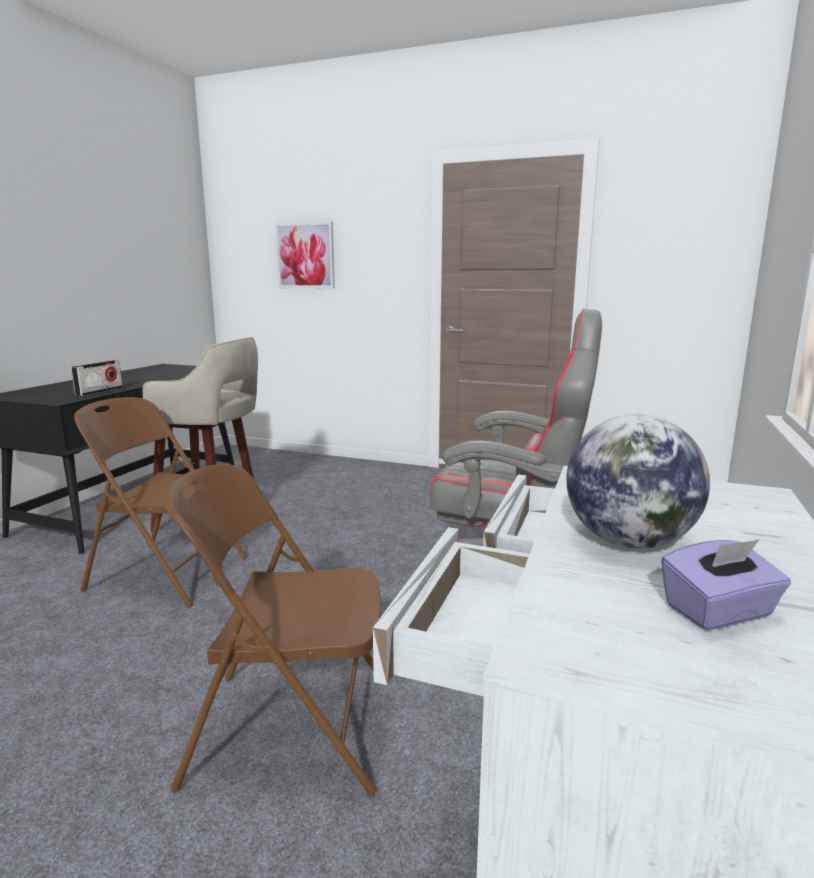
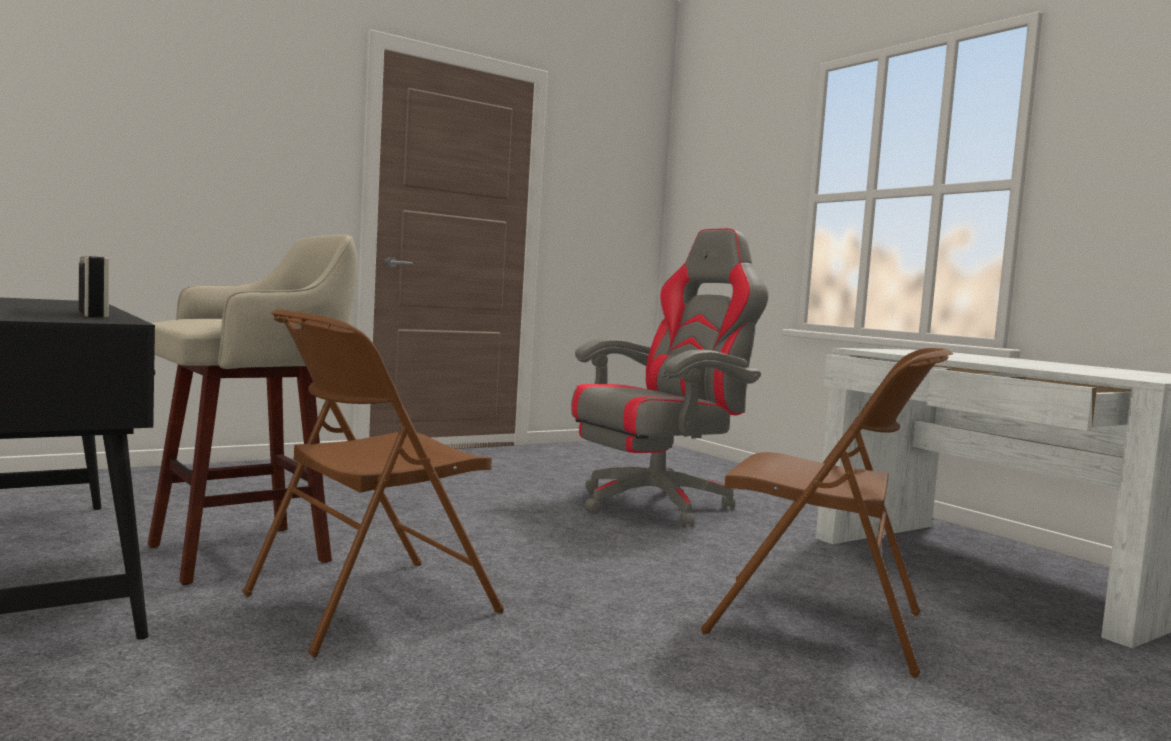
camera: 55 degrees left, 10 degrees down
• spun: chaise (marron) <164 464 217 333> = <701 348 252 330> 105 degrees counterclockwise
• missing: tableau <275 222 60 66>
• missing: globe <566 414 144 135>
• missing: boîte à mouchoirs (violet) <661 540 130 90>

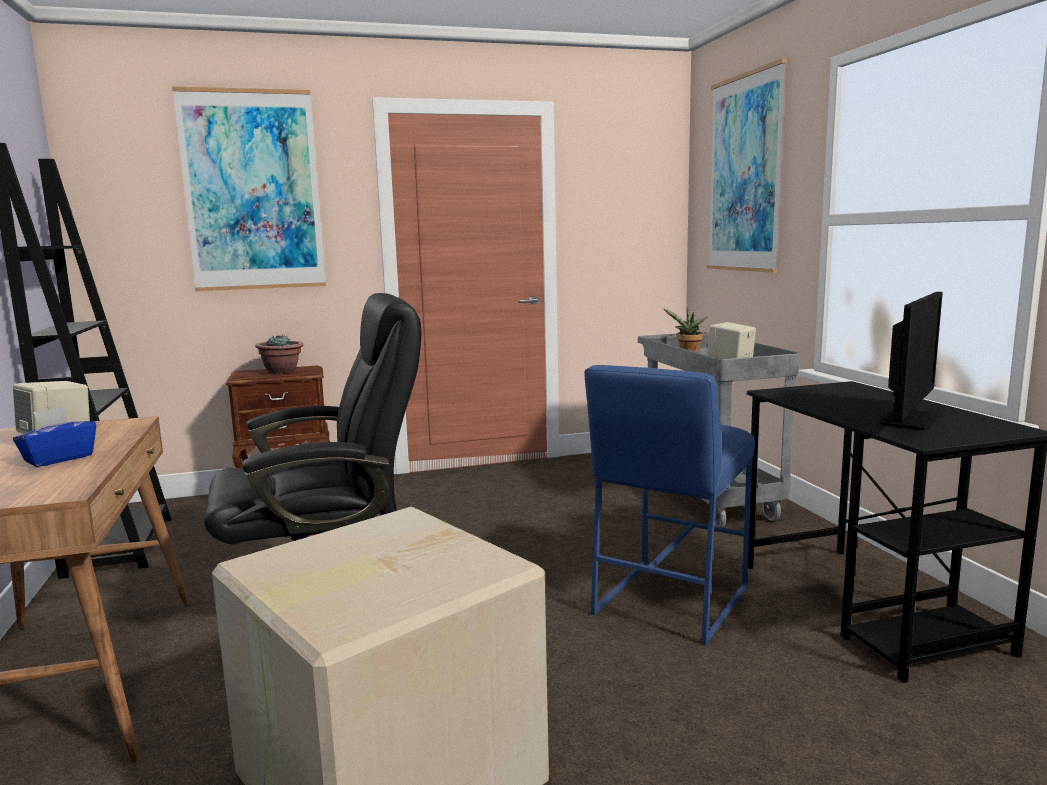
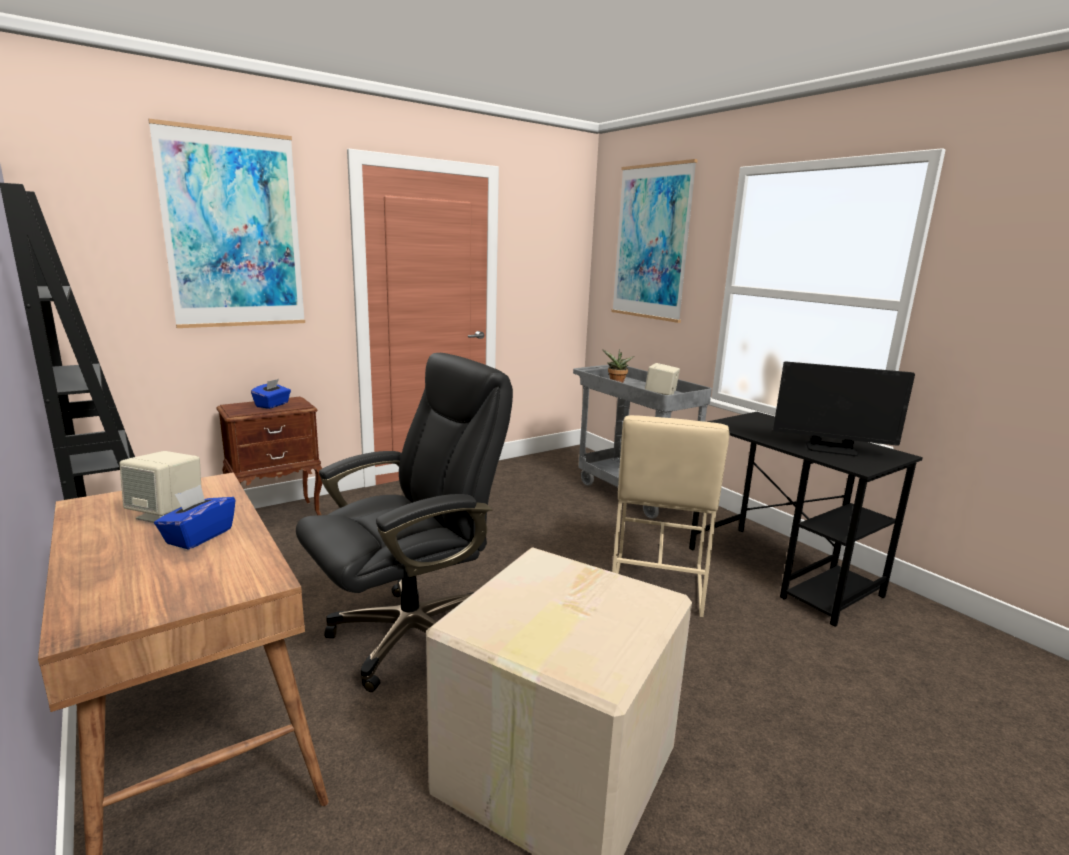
camera: 20 degrees left, 5 degrees up
• exchanged: plante en pot <255 335 49 39> to boîte à mouchoirs (bleu) <251 379 40 30>
• colour: tabouret (bleu) <584 365 171 281> to tabouret (beige) <612 415 117 202>
• spun: écran d'ordinateur <880 292 63 138> = <773 361 142 95> 90 degrees clockwise

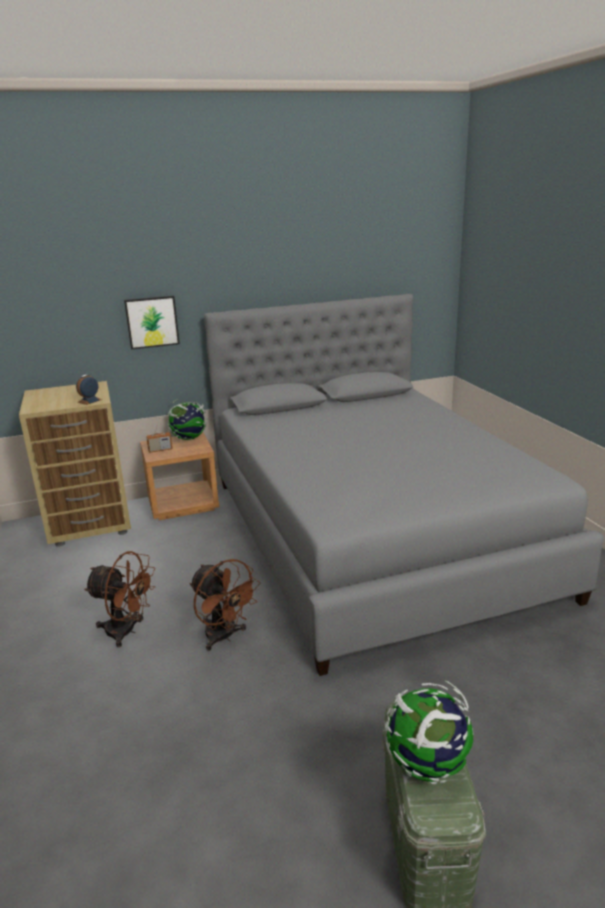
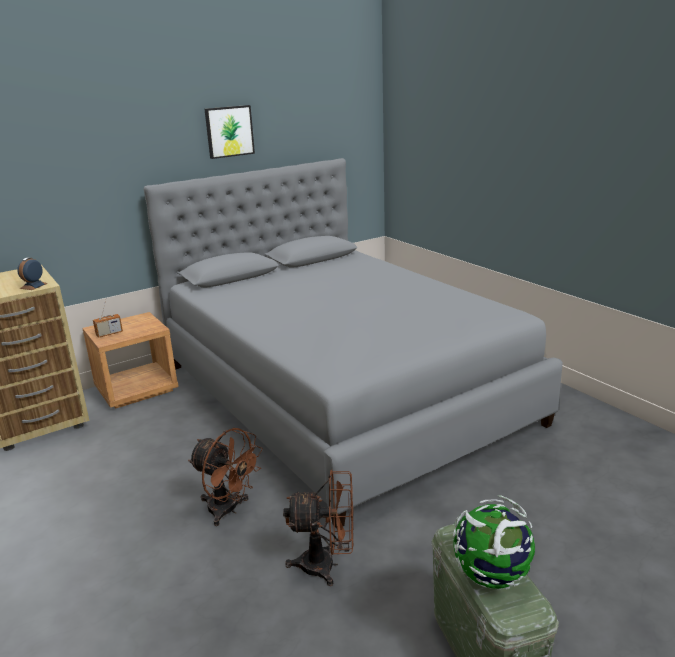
camera: 15 degrees left, 0 degrees up
• relocated: tableau <124 296 56 53> to <205 105 50 54>
• relocated: ventilateur (marron) <84 551 71 96> to <283 470 70 116>
• missing: globe <168 399 40 41>

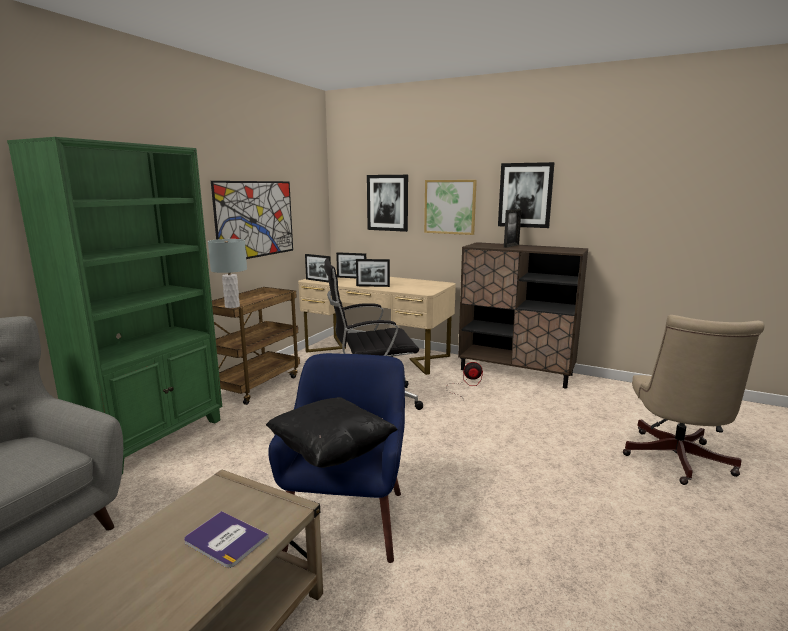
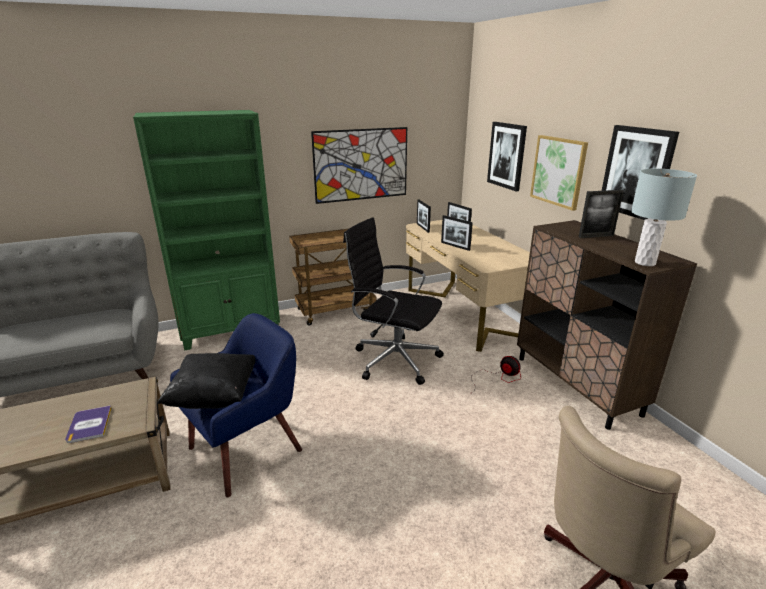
camera: 40 degrees right, 10 degrees up
• relocated: lampe de table (gris) <208 239 39 69> to <631 169 66 97>

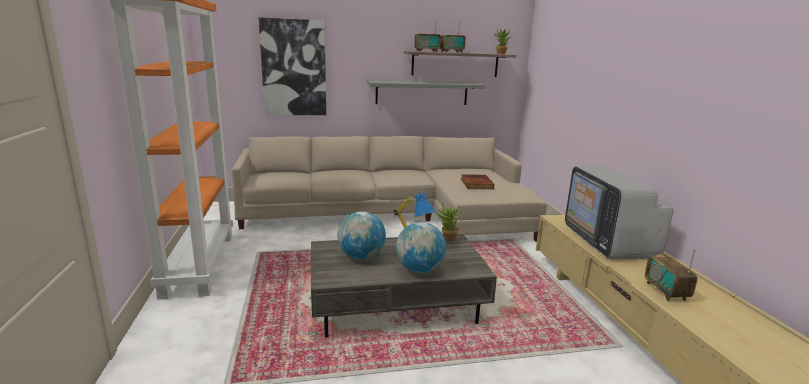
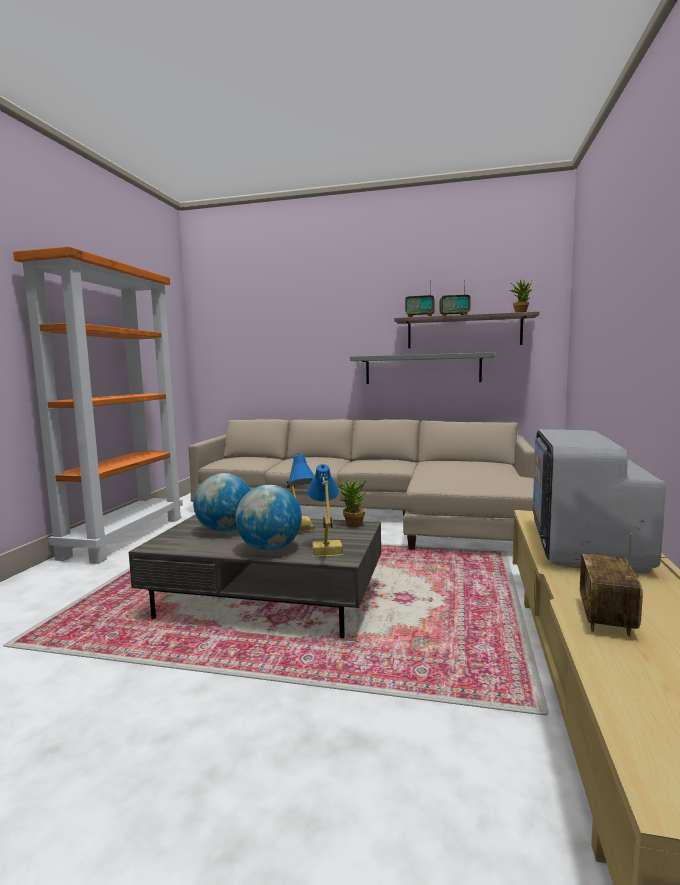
camera: 25 degrees right, 10 degrees down
• appeared: lampe de table <307 464 36 93>
• missing: tableau <259 17 67 98>
• missing: livre <461 174 33 15>

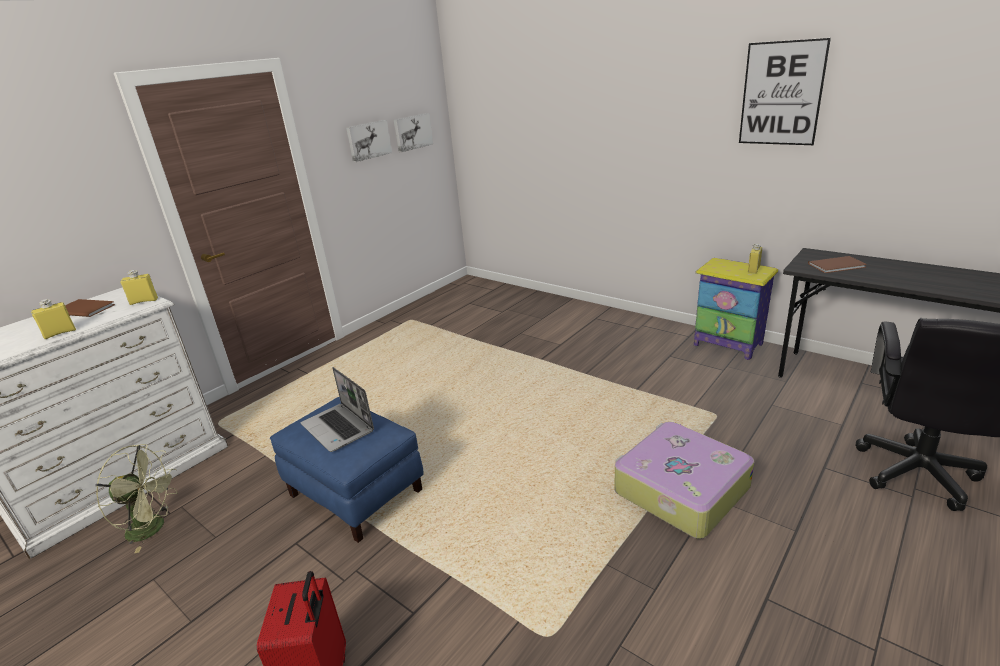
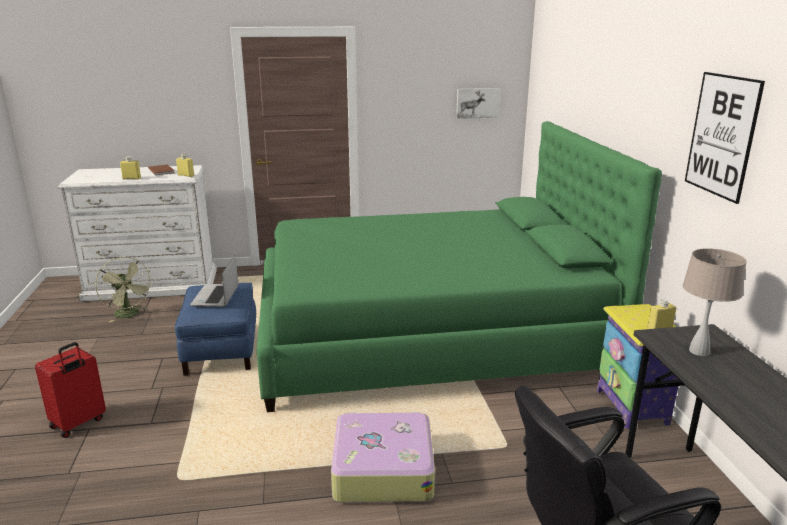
camera: 40 degrees right, 5 degrees down
• appeared: lit (vert) <257 121 405 291>
• exchanged: livre (marron) <808 256 59 17> to lampe de table (beige) <682 248 65 108>
• missing: tableau <346 120 46 42>

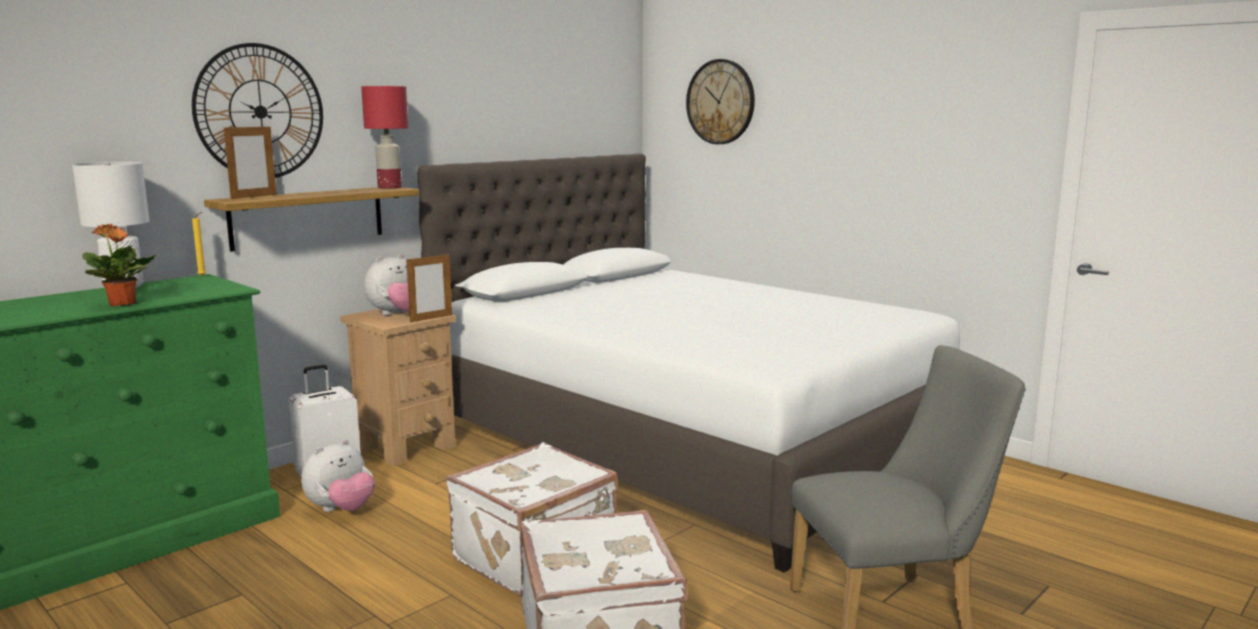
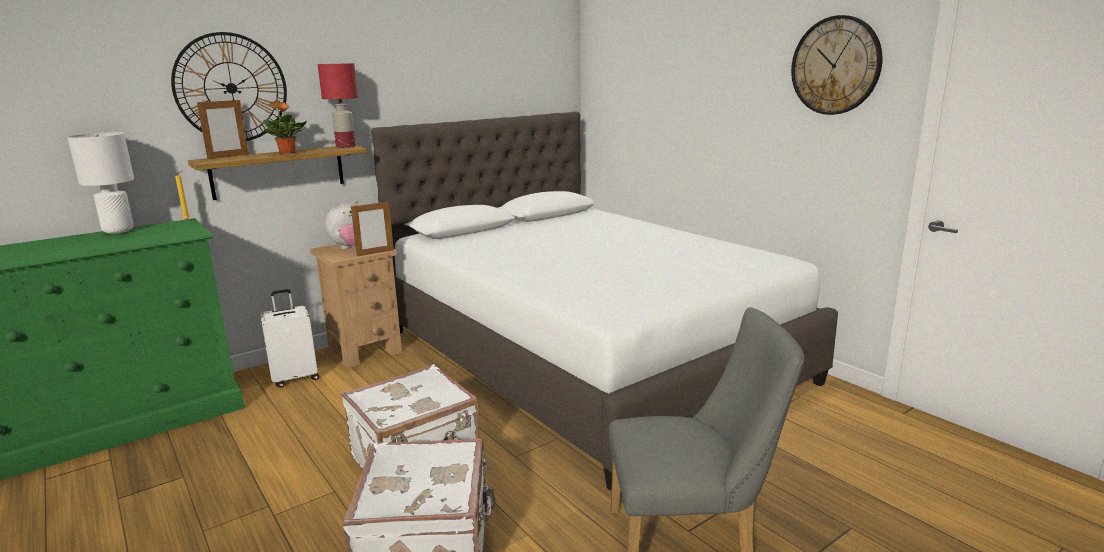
camera: 10 degrees right, 5 degrees up
• relocated: plante en pot <82 224 74 82> to <263 100 44 54>
• relocated: horloge murale <686 59 69 85> to <791 15 91 100>
• missing: peluche <301 439 74 73>

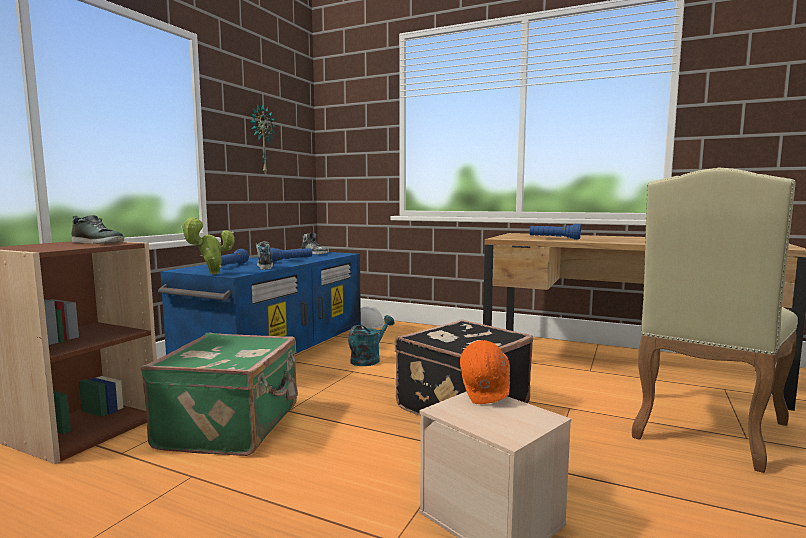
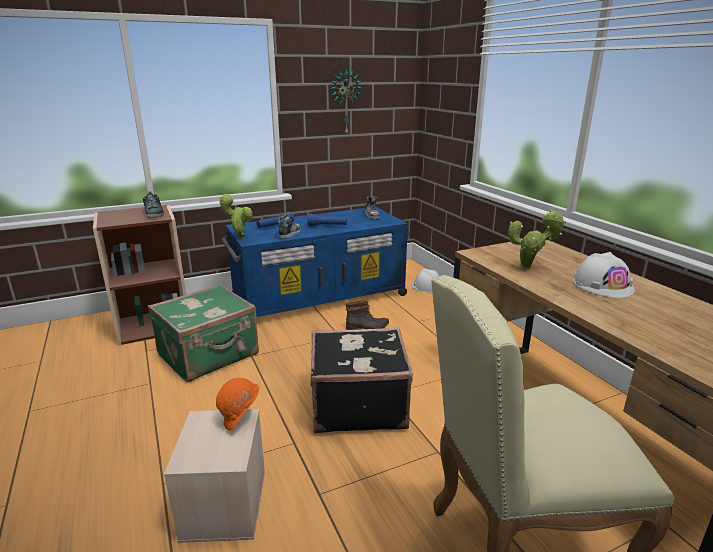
camera: 40 degrees right, 15 degrees up
• exchanged: arrosoir (turquoise) <348 315 47 51> to botte <346 301 43 29>
• exchanged: lampe de poche (bleu) <530 224 51 16> to plante en pot <508 210 58 60>
• appeared: casque de chantier (blanc) <573 252 62 46>

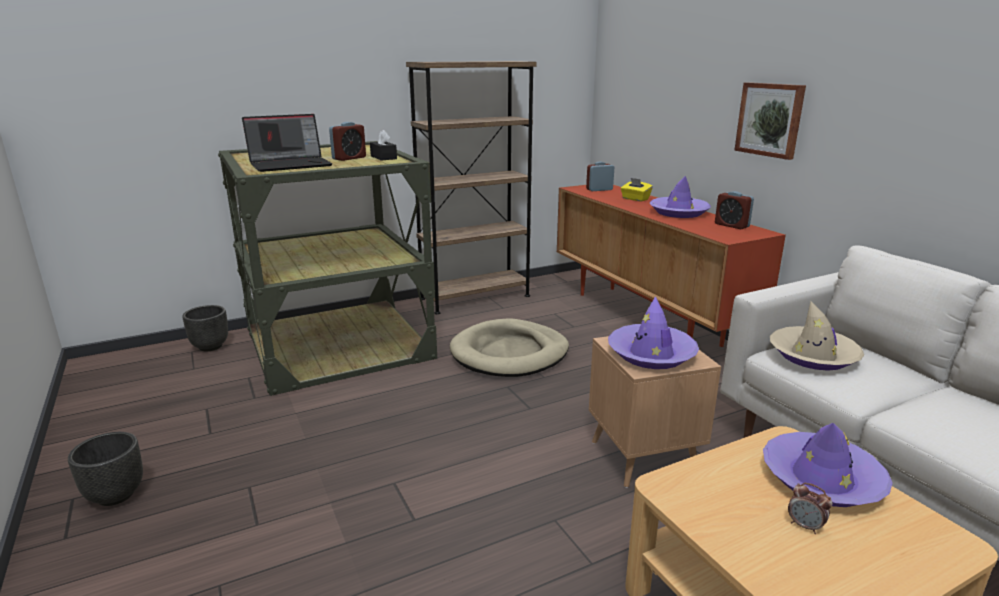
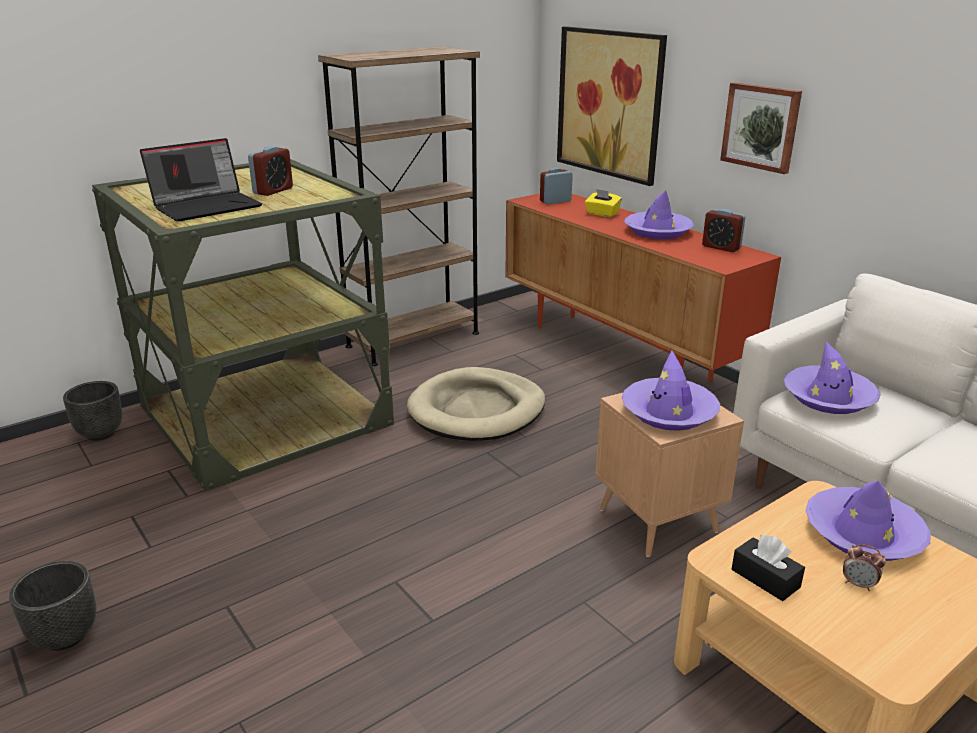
camera: 10 degrees left, 5 degrees up
• appeared: tableau <557 26 110 160>
• relocated: boîte à mouchoirs (noir) <370 130 27 31> to <732 535 73 66>
• colour: chapeau (beige) <770 301 94 70> to chapeau (violet) <783 341 98 73>

